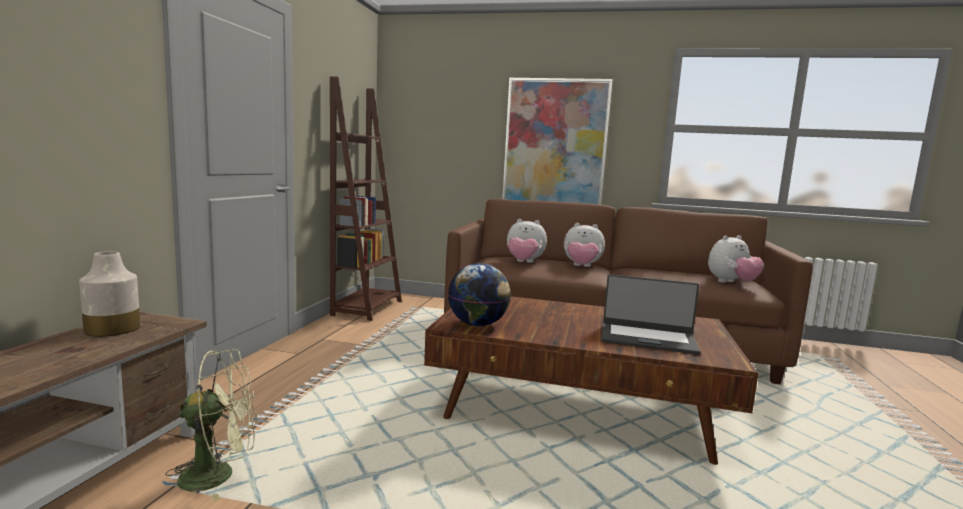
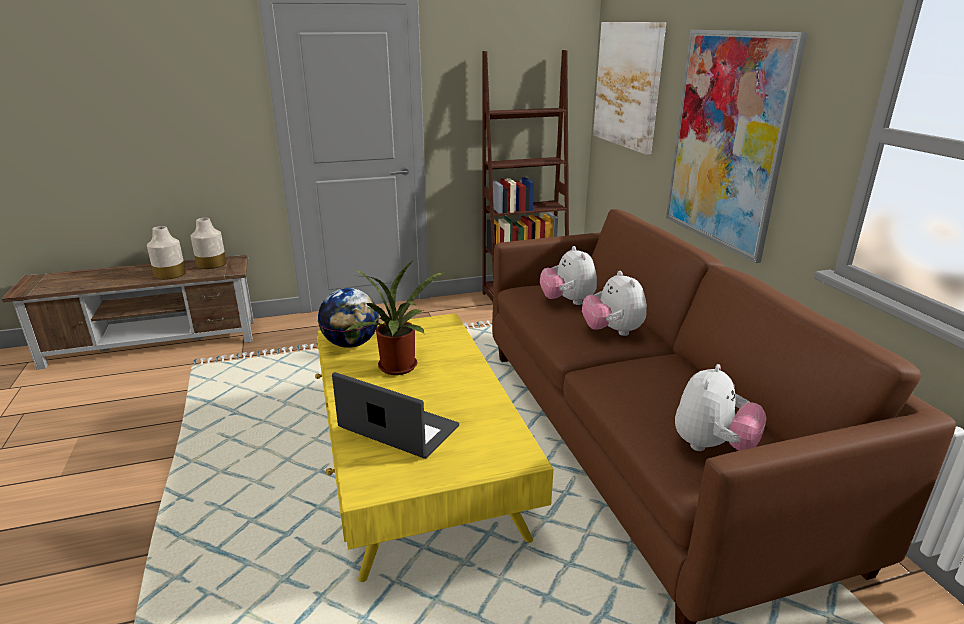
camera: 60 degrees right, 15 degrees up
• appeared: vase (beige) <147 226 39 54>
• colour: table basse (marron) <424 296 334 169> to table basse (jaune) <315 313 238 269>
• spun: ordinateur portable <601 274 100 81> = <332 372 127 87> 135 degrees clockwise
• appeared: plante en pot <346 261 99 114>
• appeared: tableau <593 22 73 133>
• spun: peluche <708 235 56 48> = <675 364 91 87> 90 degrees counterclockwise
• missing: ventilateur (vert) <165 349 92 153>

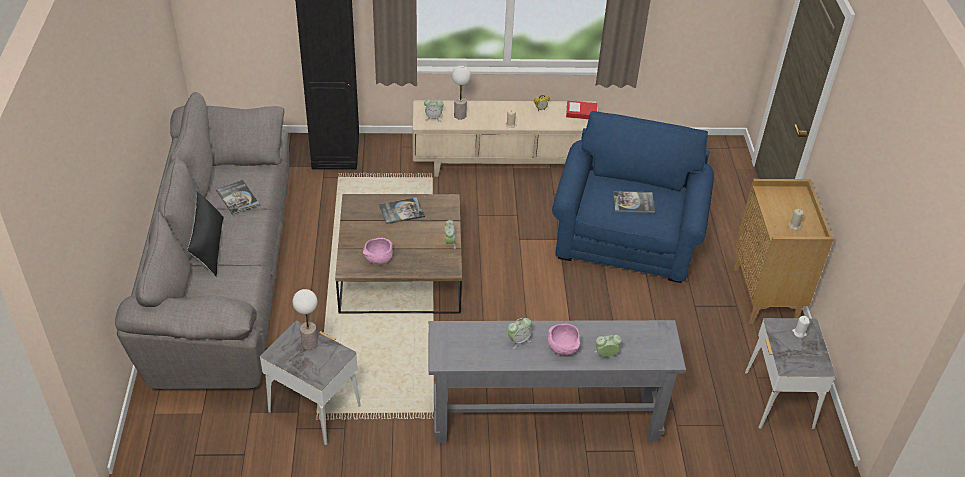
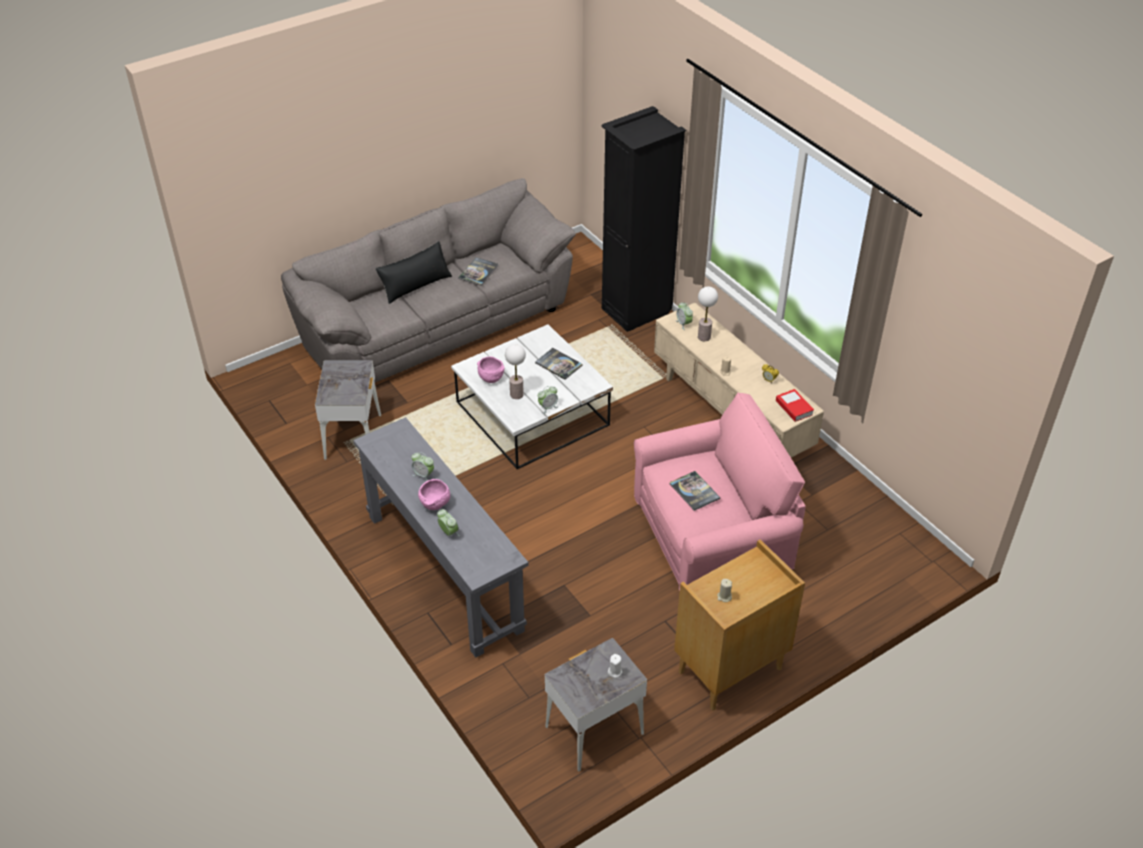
camera: 60 degrees right, 0 degrees up
• colour: table basse (marron) <335 194 127 120> to table basse (blanc) <451 324 162 145>
• relocated: lampe de table <293 289 25 61> to <505 344 21 55>
• colour: fauteuil (bleu) <552 111 162 172> to fauteuil (rose) <634 393 172 198>

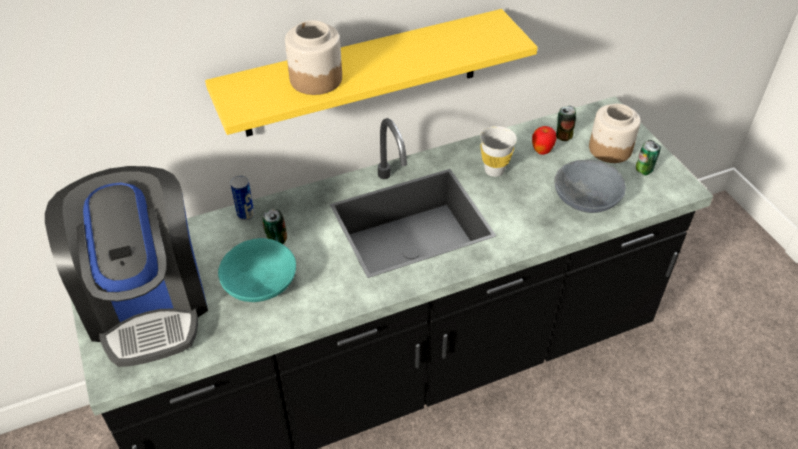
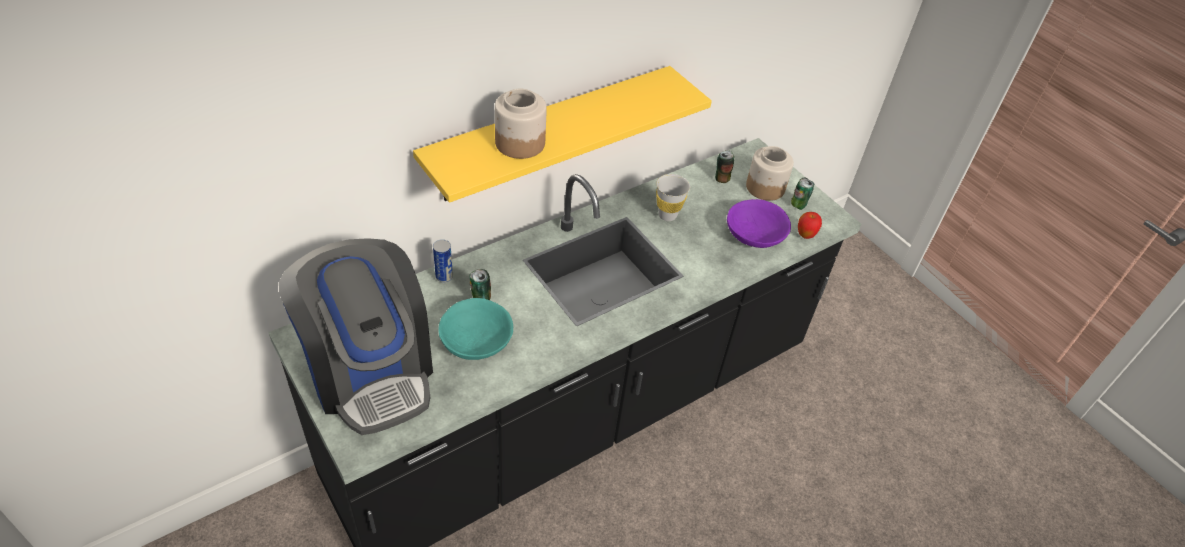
camera: 15 degrees left, 0 degrees up
• colour: bol (gris) <554 160 72 53> to bol (violet) <727 199 64 49>
• relocated: pomme <532 126 25 29> to <798 212 24 27>

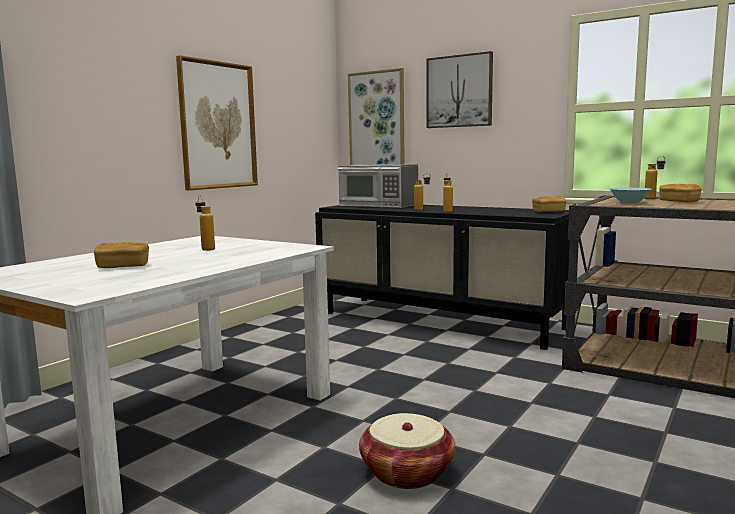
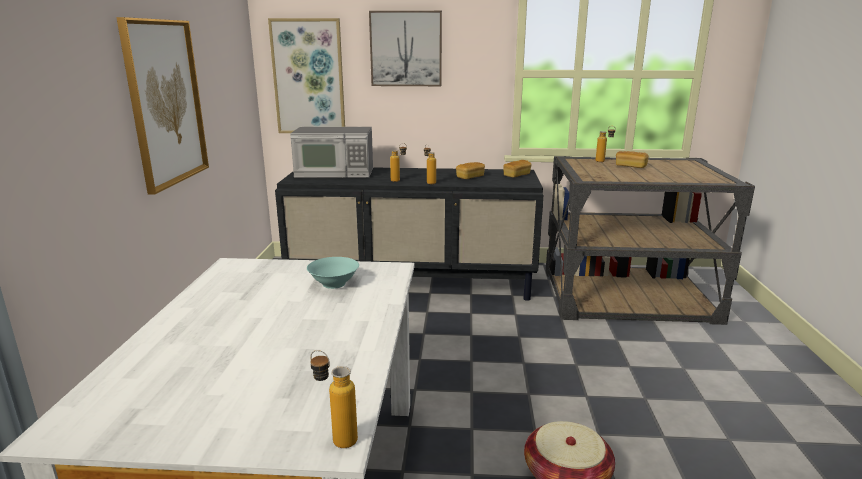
camera: 30 degrees left, 10 degrees up
• relocated: bol (turquoise) <610 188 42 16> to <307 257 52 32>
• relocated: bouteille <195 196 20 55> to <310 350 48 98>
• relocated: pain <94 242 55 26> to <456 162 29 17>

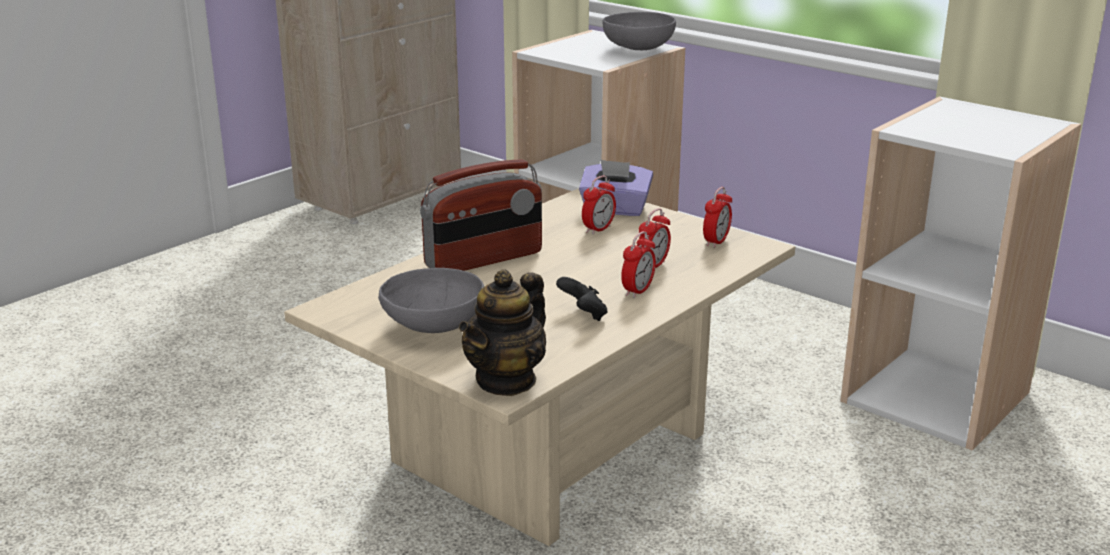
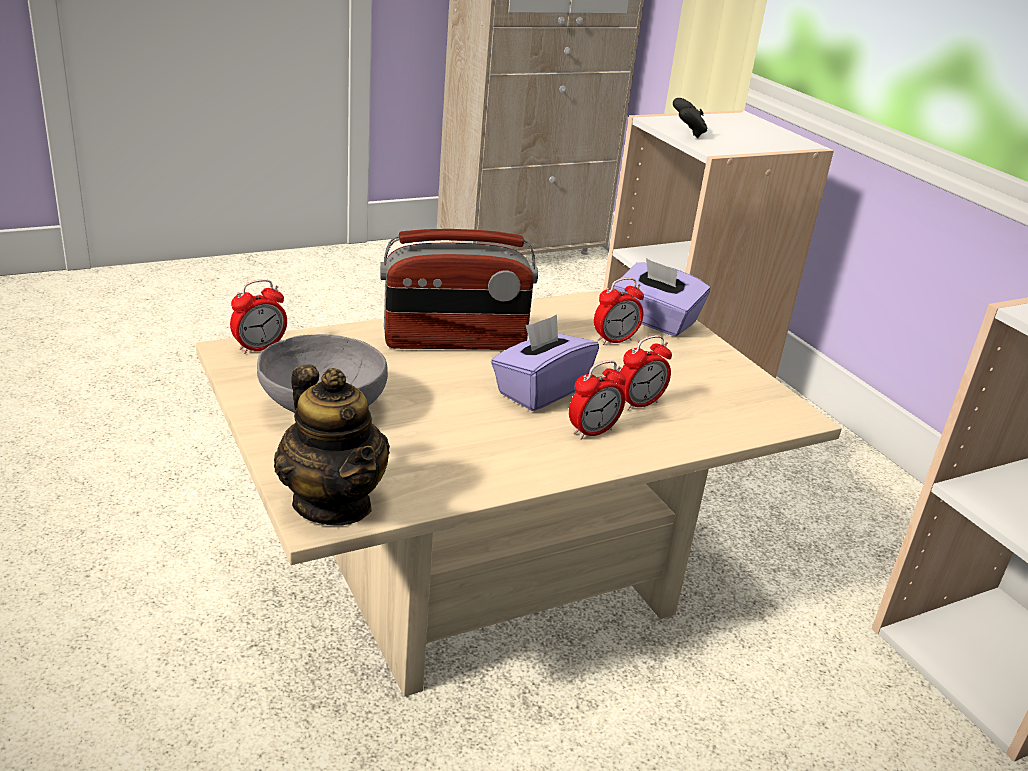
camera: 20 degrees right, 5 degrees up
• relocated: réveil <703 187 29 61> to <230 279 57 75>
• spun: théière <459 269 87 127> = <274 365 116 161> 90 degrees counterclockwise
• appeared: boîte à mouchoirs (violet) <491 314 108 97>
• relocated: manette (noir) <556 277 52 44> to <673 98 34 40>
• missing: bol (gris) <603 12 73 38>

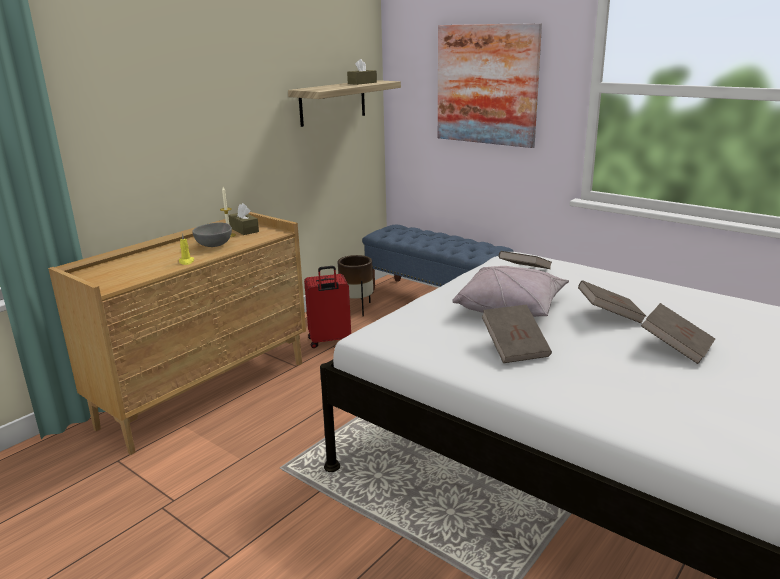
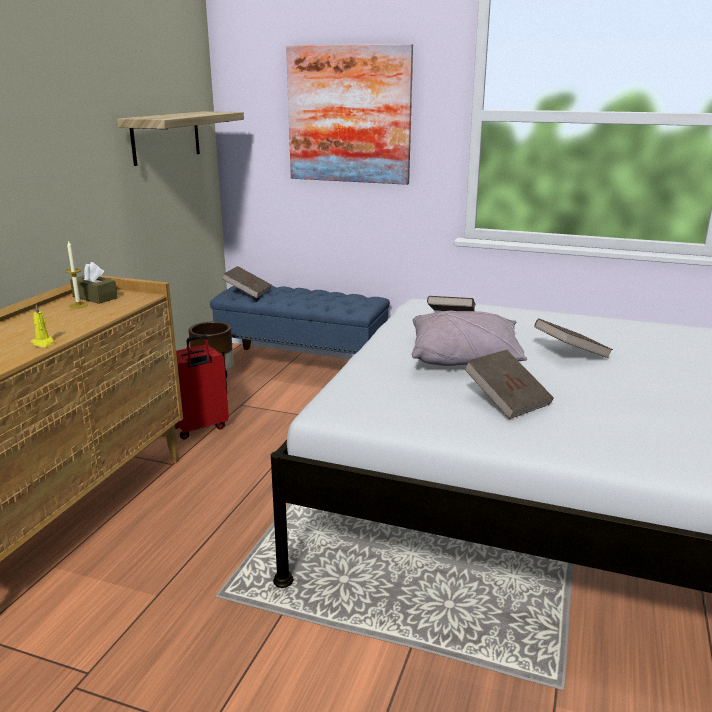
camera: 20 degrees left, 0 degrees up
• relocated: livre (marron) <641 303 74 61> to <222 266 50 32>
• missing: bol (gris) <192 223 40 24>
• missing: boîte à mouchoirs (marron) <347 59 30 26>

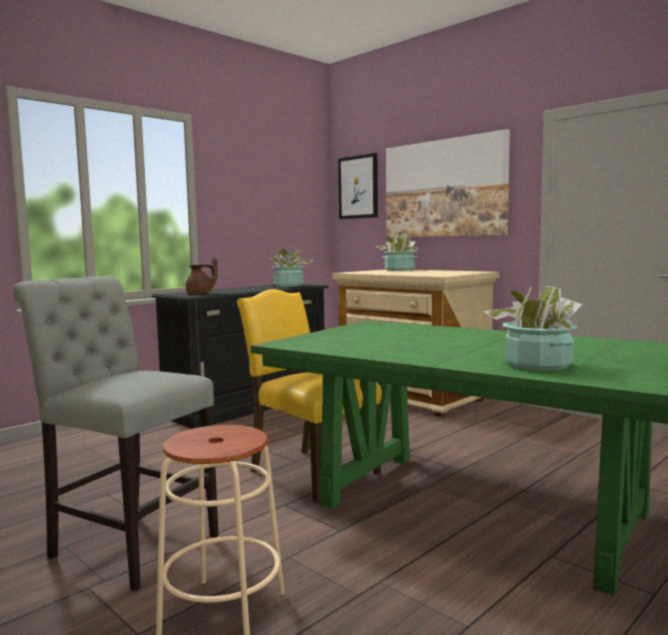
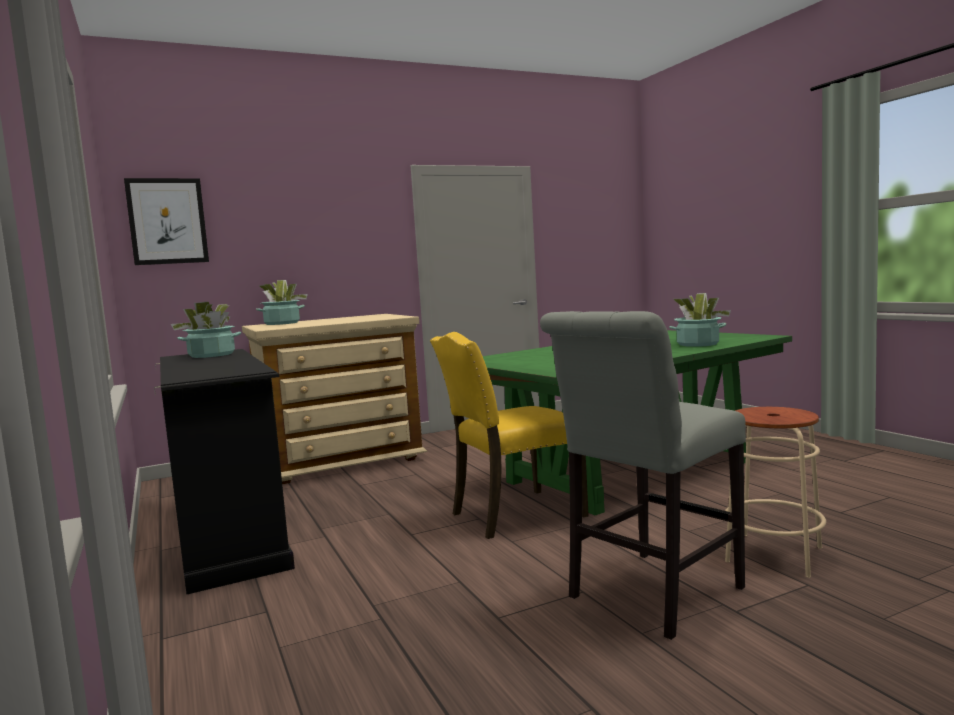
camera: 70 degrees left, 0 degrees up
• missing: théière (marron) <186 258 32 36>
• missing: tableau <386 129 124 109>

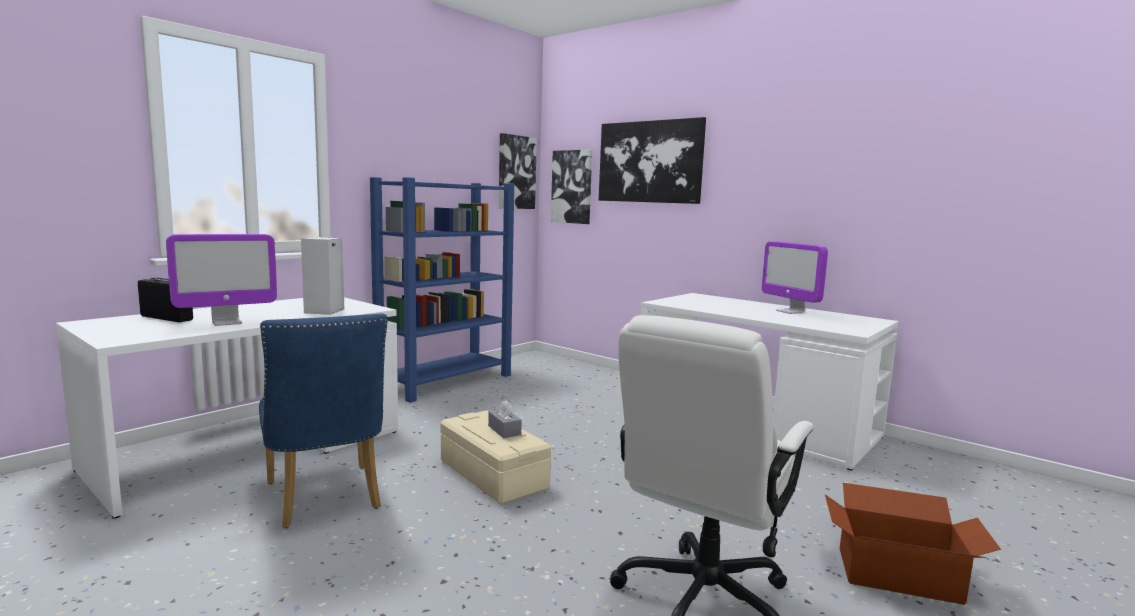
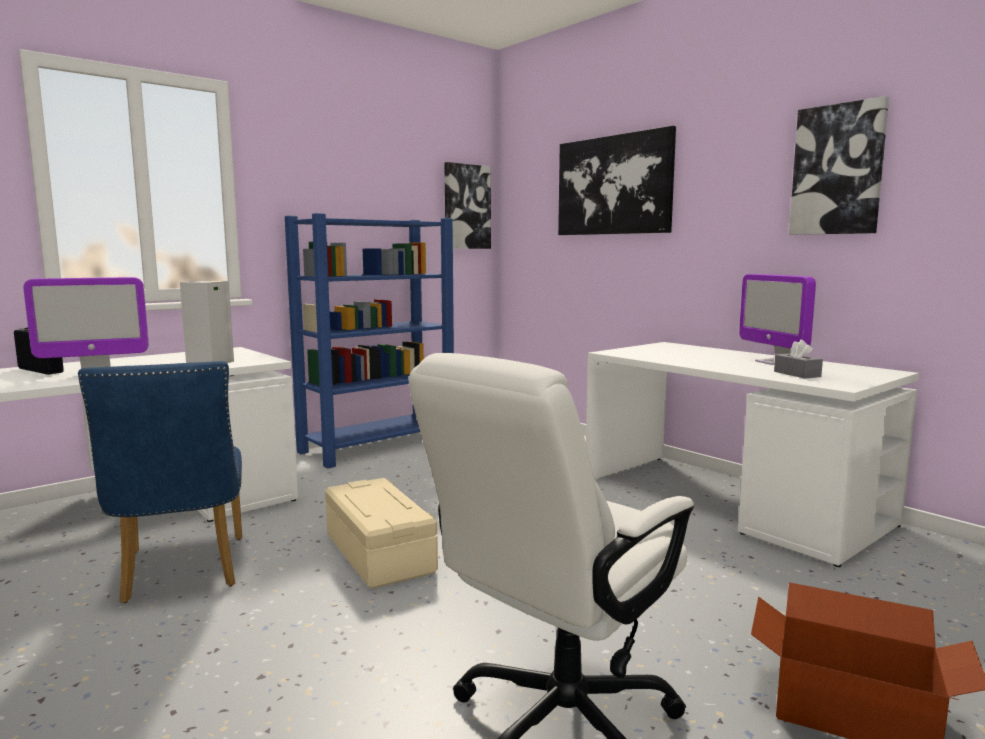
camera: 10 degrees right, 0 degrees up
• relocated: boîte à mouchoirs (gris) <488 400 34 38> to <774 340 49 38>
• relocated: tableau <551 150 41 74> to <789 96 100 139>

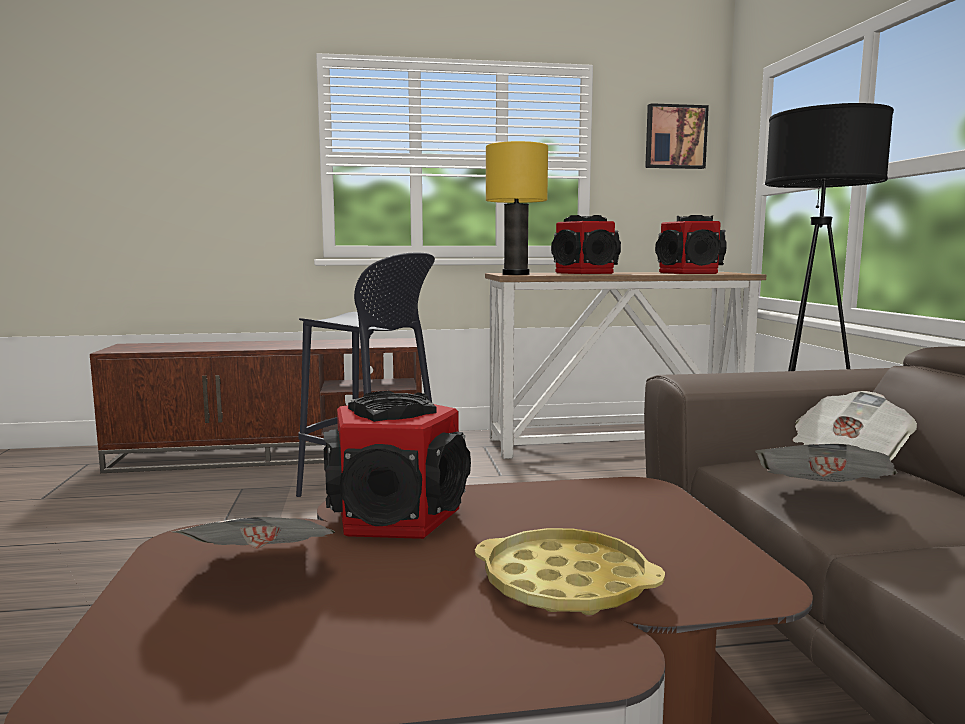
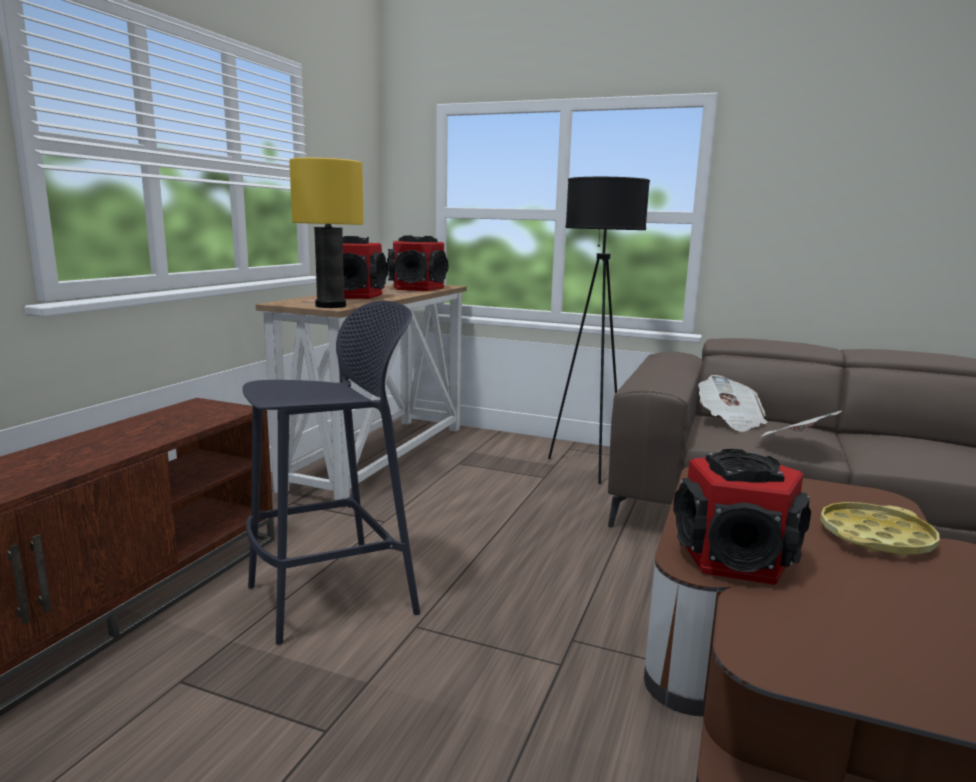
camera: 60 degrees left, 5 degrees up
• missing: journal <172 517 163 32>
• missing: tableau <645 103 64 66>

